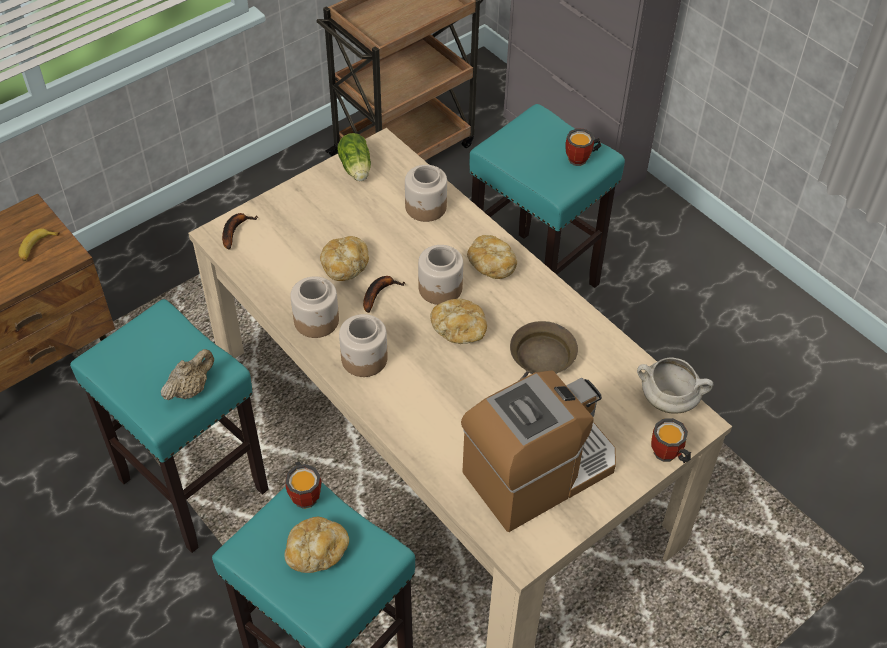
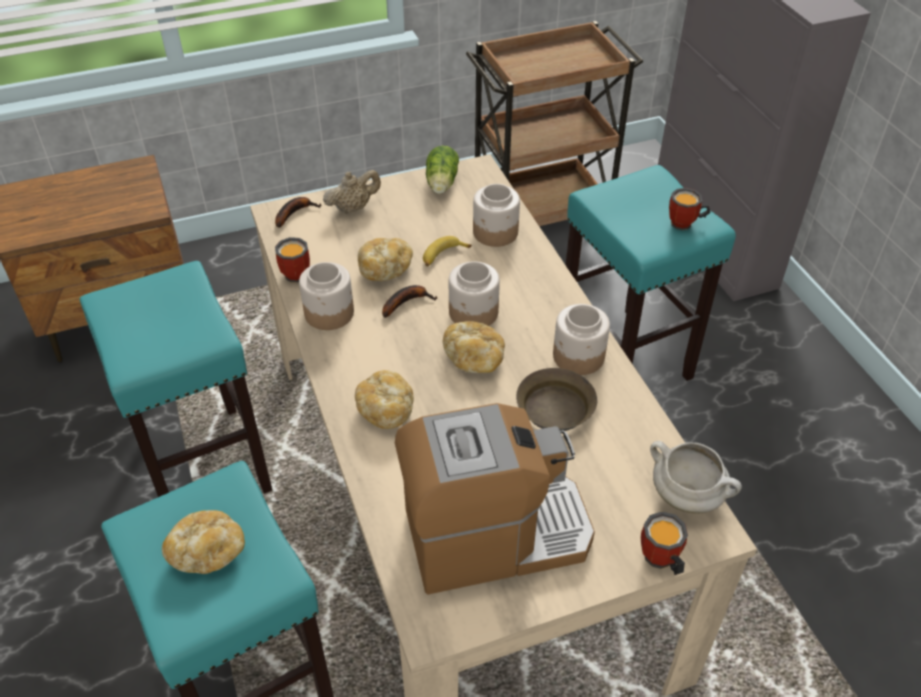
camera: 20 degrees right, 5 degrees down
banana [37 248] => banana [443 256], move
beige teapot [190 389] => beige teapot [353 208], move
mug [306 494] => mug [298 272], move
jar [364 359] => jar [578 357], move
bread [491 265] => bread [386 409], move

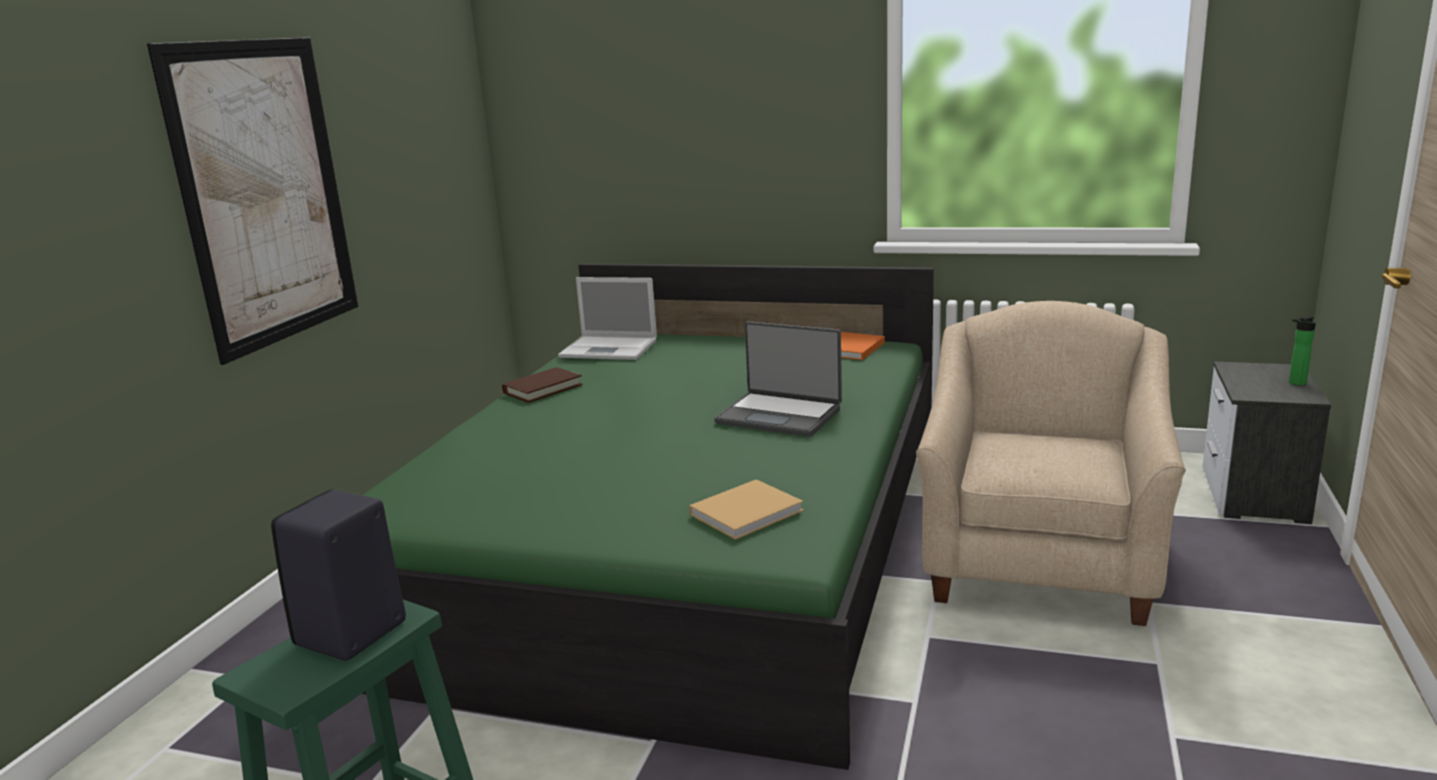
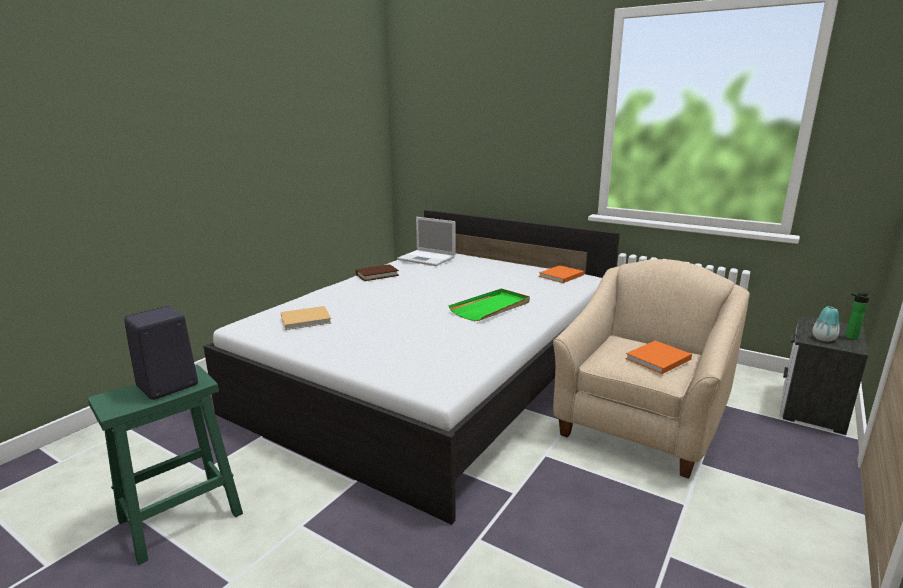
camera: 15 degrees right, 0 degrees up
picture [265 193] => nothing
green bed [683 547] => white bed [435 375]
beige book [749 511] => beige book [307 319], move
laptop [780 415] => green tray [491 307]
nothing => orange book [657 359]
nothing => vase [823 339]

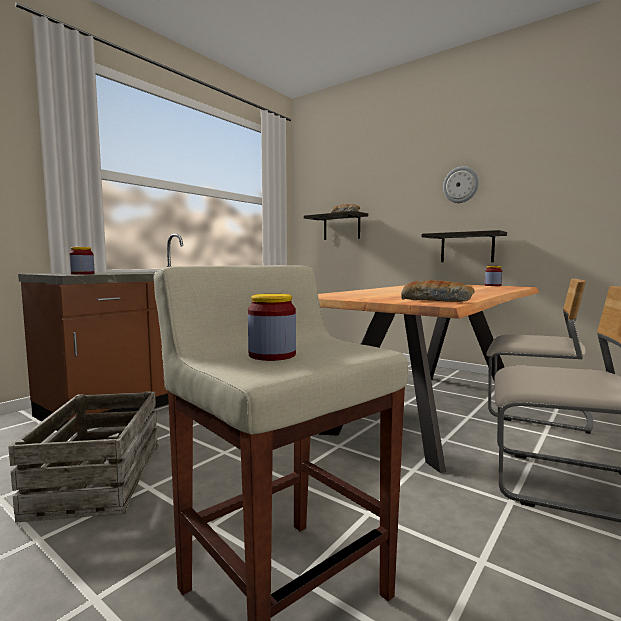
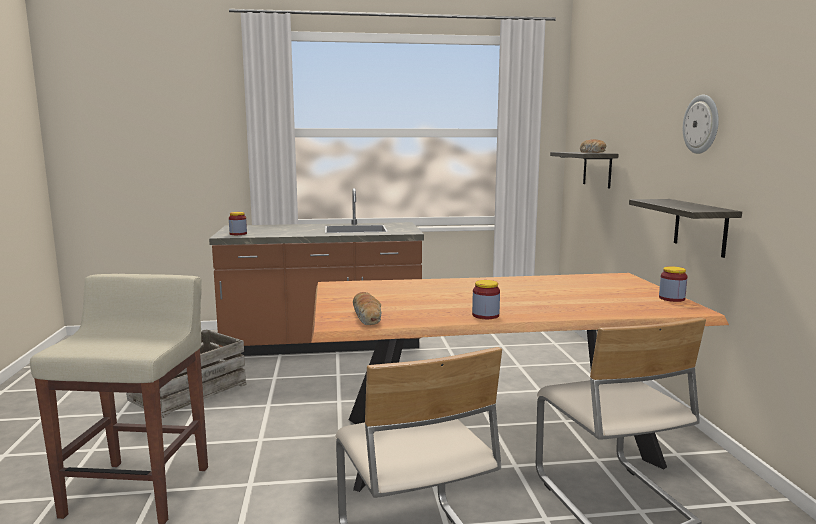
camera: 45 degrees right, 5 degrees up
jar [272 355] => jar [485 315], move

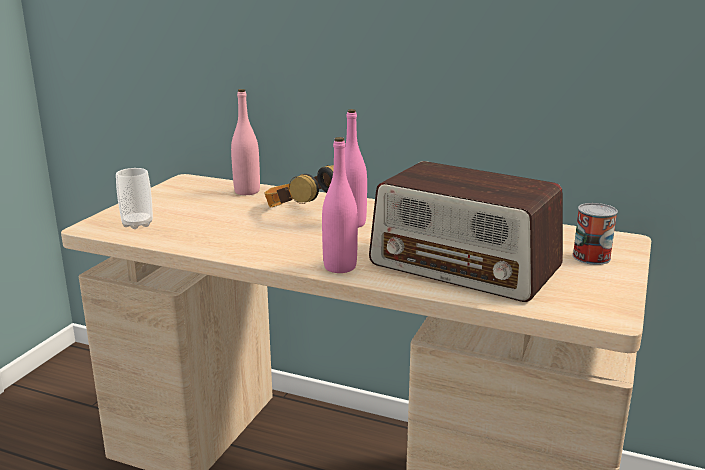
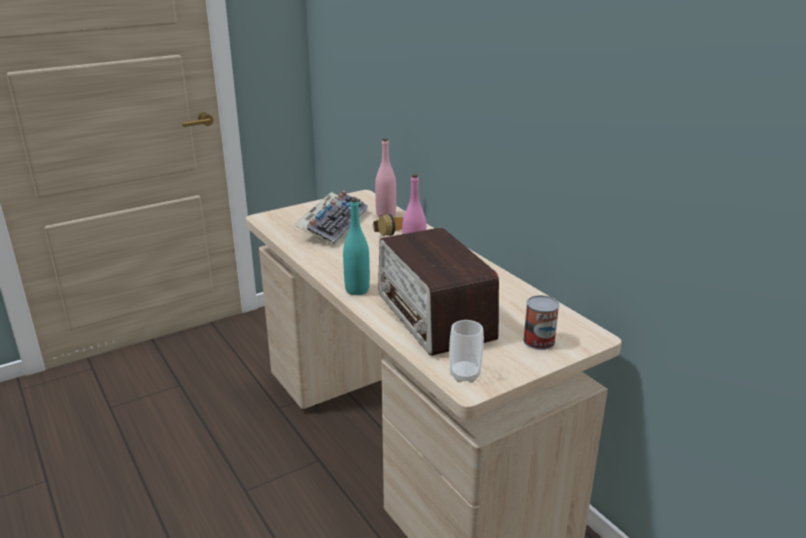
camera: 35 degrees right, 5 degrees up
cup [137 224] => cup [465 375], move
pink bottle [340 267] => turquoise bottle [357 290]
nothing => keyboard [333 225]

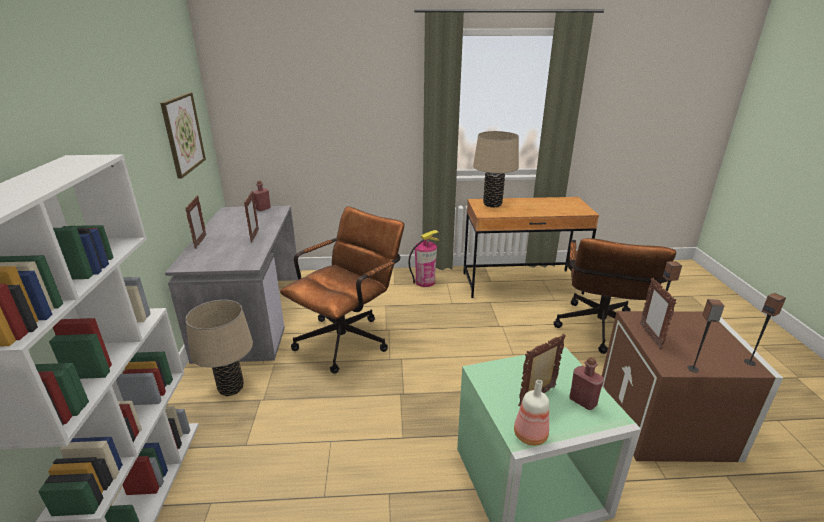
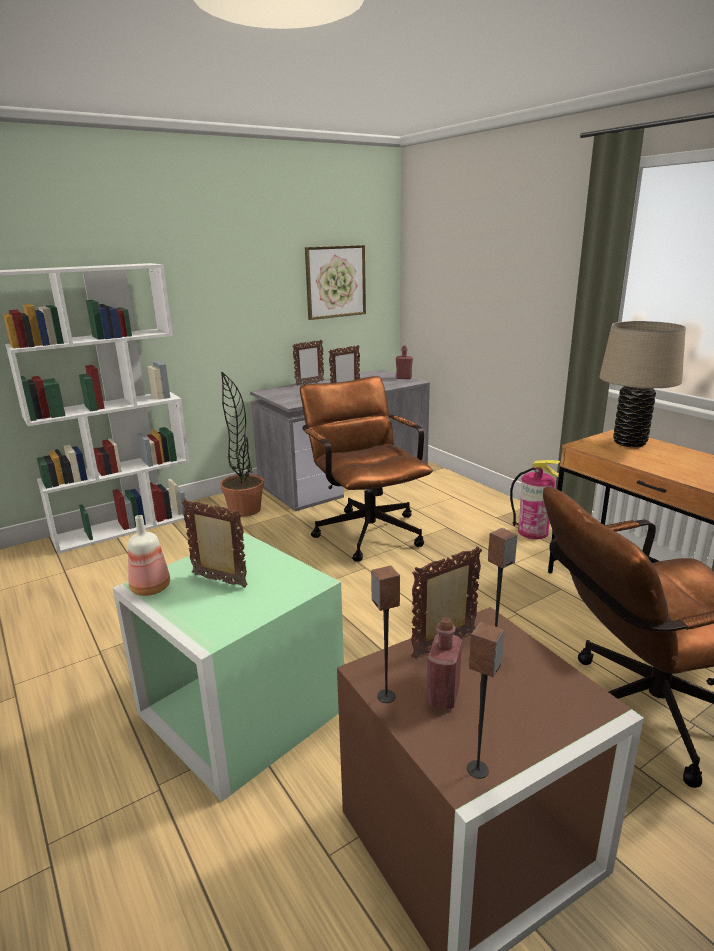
camera: 60 degrees right, 5 degrees down
beige table lamp [231 388] => potted plant [244 510]
brown office chair [348 338] => brown office chair [365 529], 120 degrees counterclockwise
red bottle [582 401] => red bottle [443 695], move

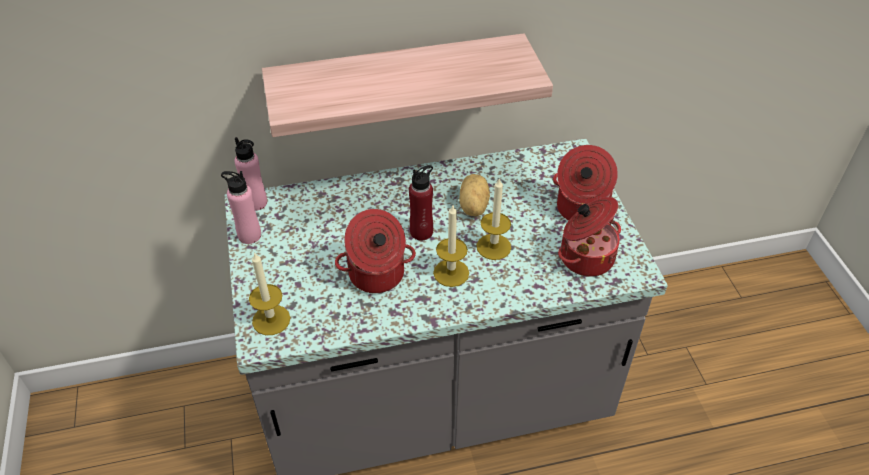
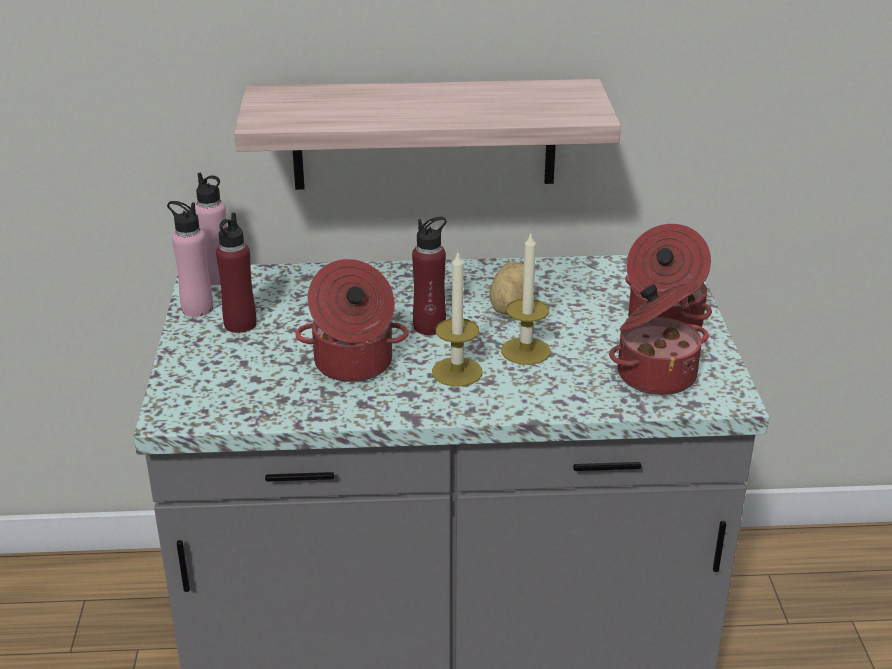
camera: 10 degrees right, 15 degrees down
candle [271 320] => nothing
nothing => red bottle [240 324]

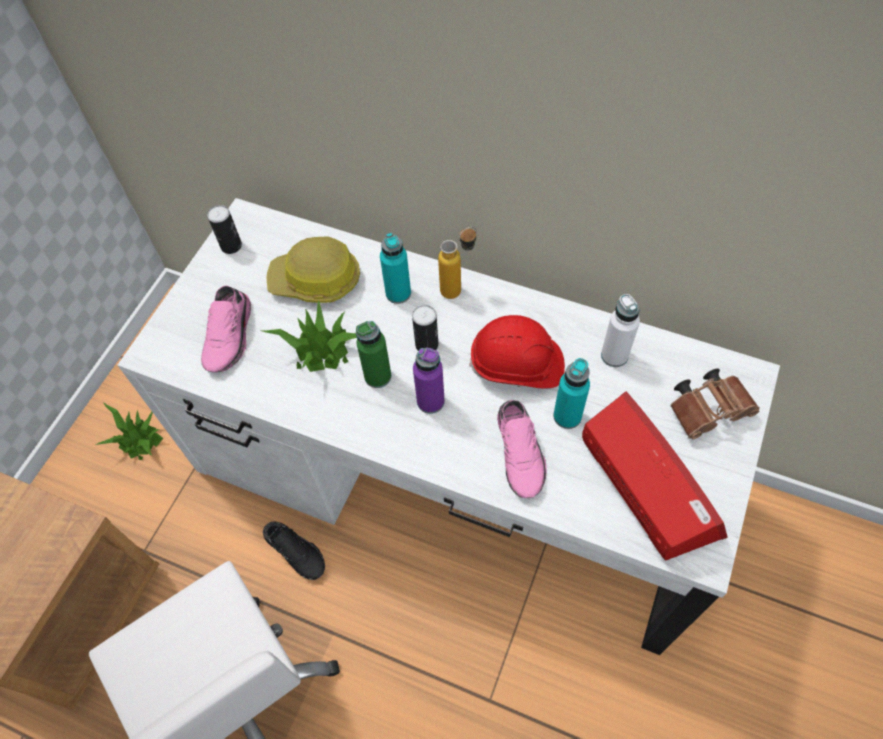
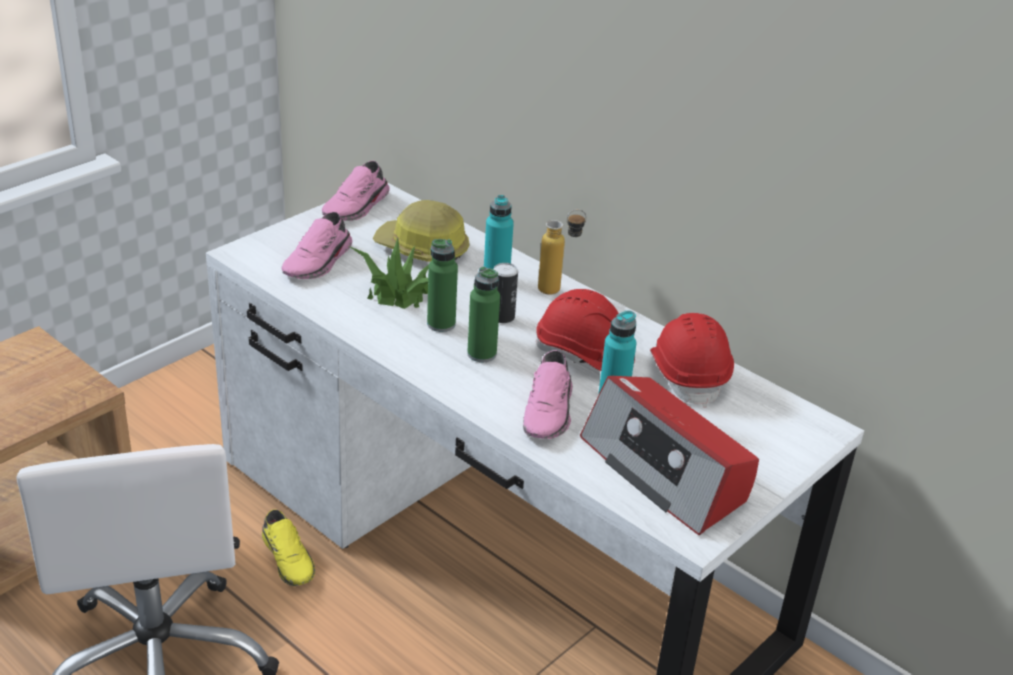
camera: 15 degrees right, 25 degrees down
potted plant [138 438] => nothing
can [231 246] => pink shoe [357 207]
black shoe [296 551] => yellow shoe [289 559]
purple bottle [430 401] => green bottle [481 354]
radio [647 486] => radio [666 471], 150 degrees clockwise
white bottle [614 355] => red hard hat [688 375]
brown binoculars [710 409] => nothing

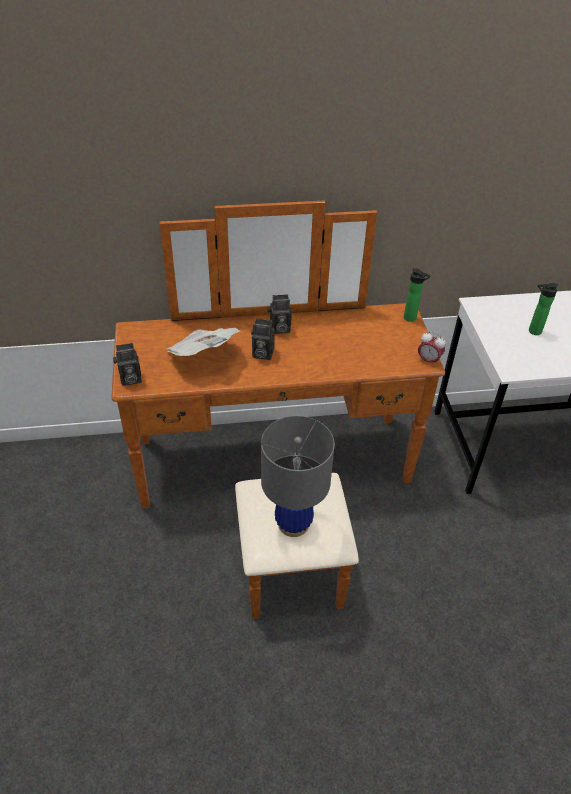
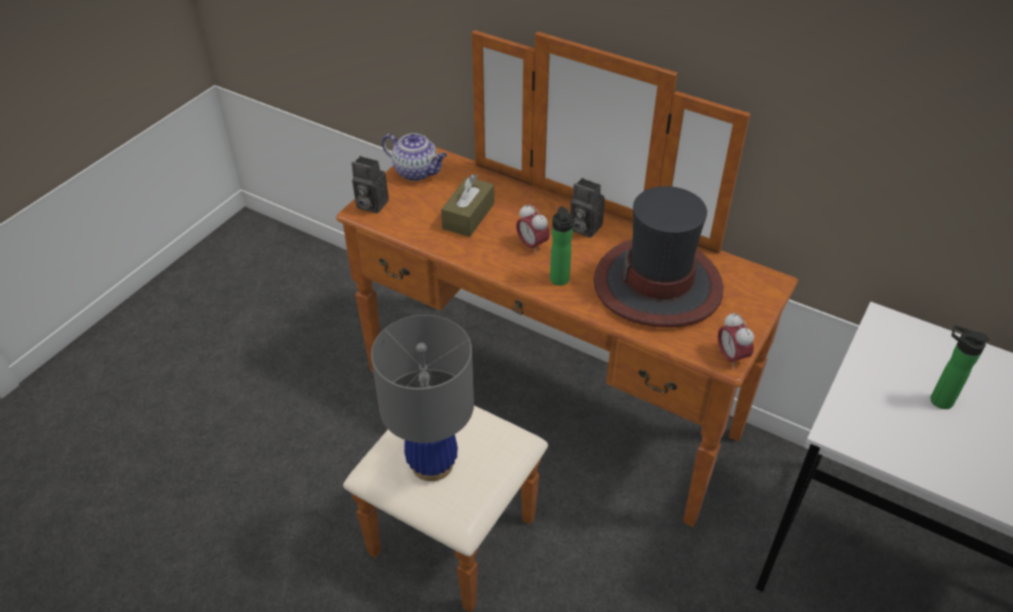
camera: 40 degrees right, 0 degrees up
newspaper [203 355] => brown tissue box [468 216]
photo camera [261 354] => alarm clock [532 245]
bottle [411 318] => bottle [560 281], move
nothing => teapot [417 172]
nothing => hat [658 285]

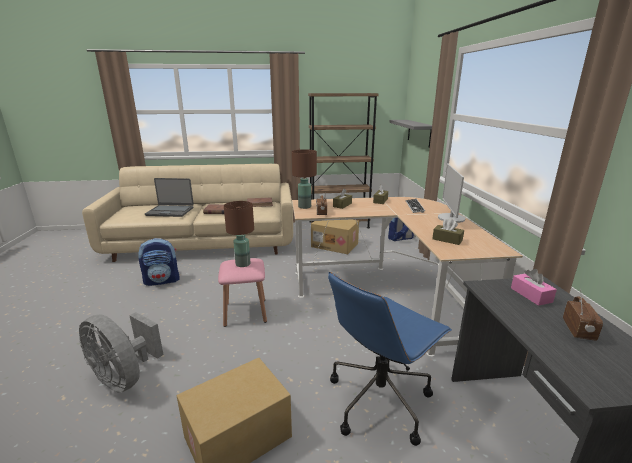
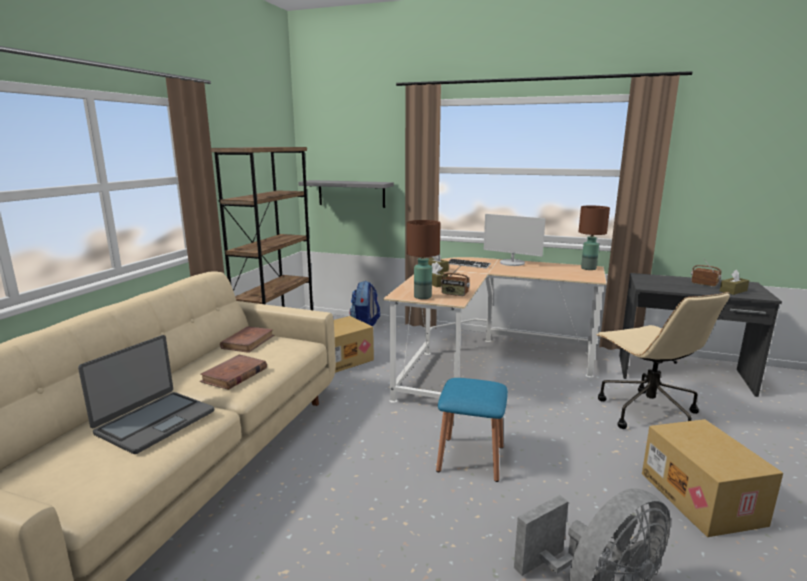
camera: 65 degrees left, 5 degrees down
backpack [162 281] => nothing
pink stool [245 312] => blue stool [470 458]
brown table lamp [243 264] => brown table lamp [588 268], move
blue office chair [380 399] => beige office chair [646 413]
brown tissue box [447 240] => brown tissue box [733 291], move
pink tissue box [531 295] => nothing

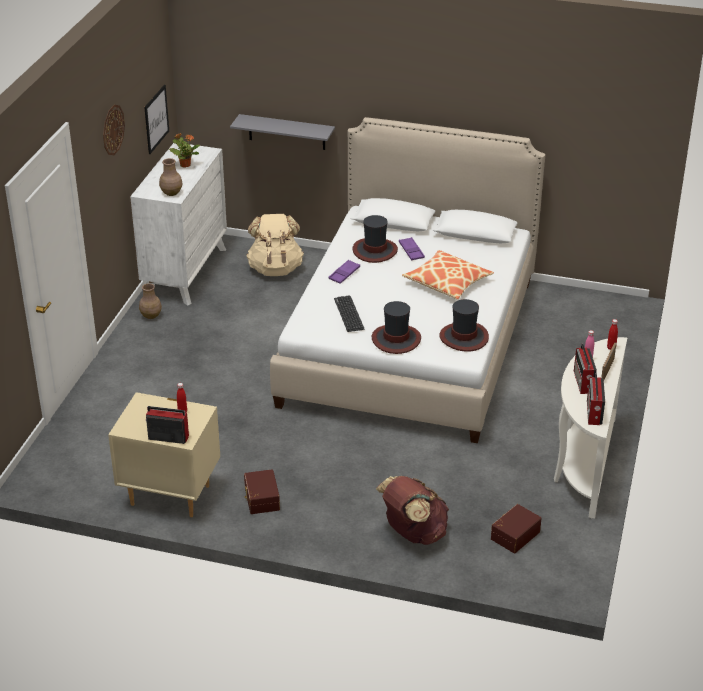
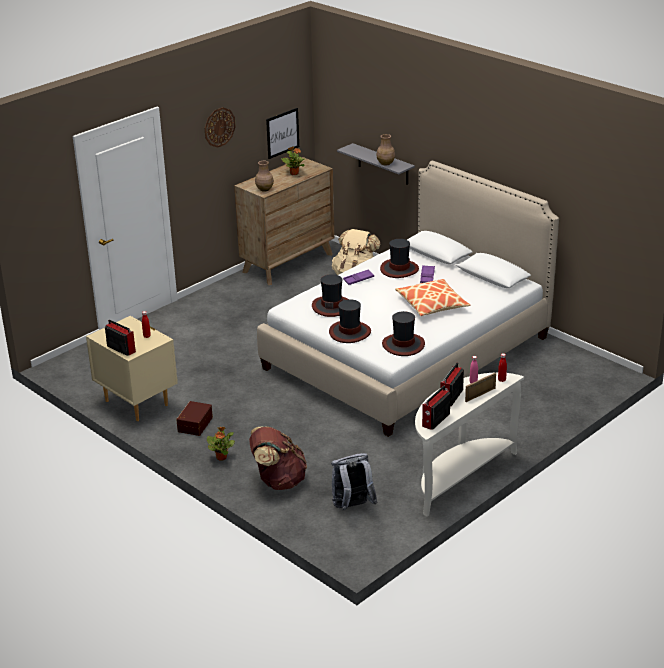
camera: 30 degrees right, 5 degrees down
white dresser [185 272] => brown dresser [288 263]
brown vase [151 315] => brown vase [386 163], move
keyboard [349 314] => hat [332 306]
brown storage box [514 535] => grey backpack [352 507]
nothing => potted plant [221 457]

